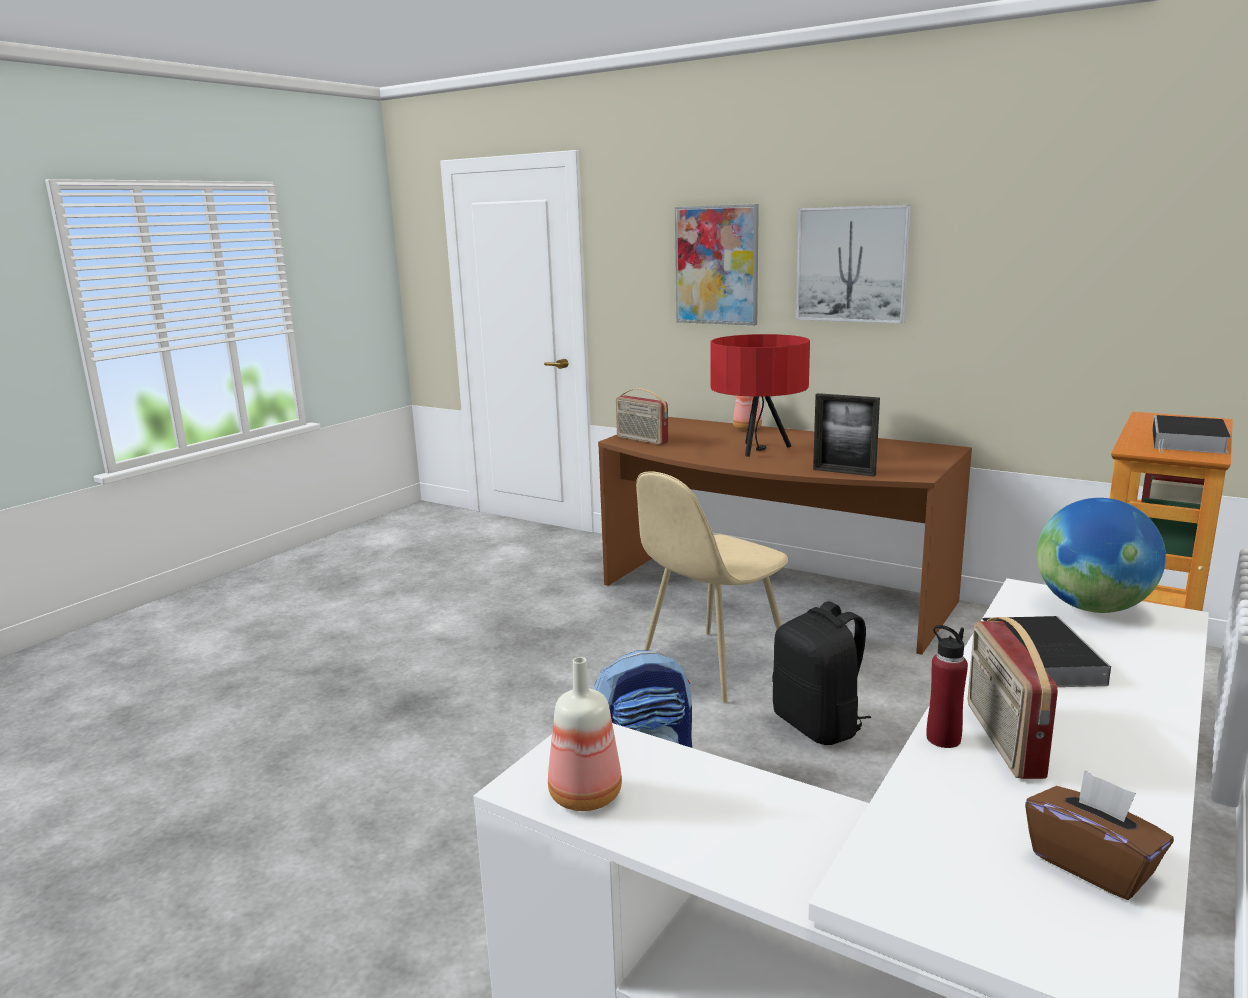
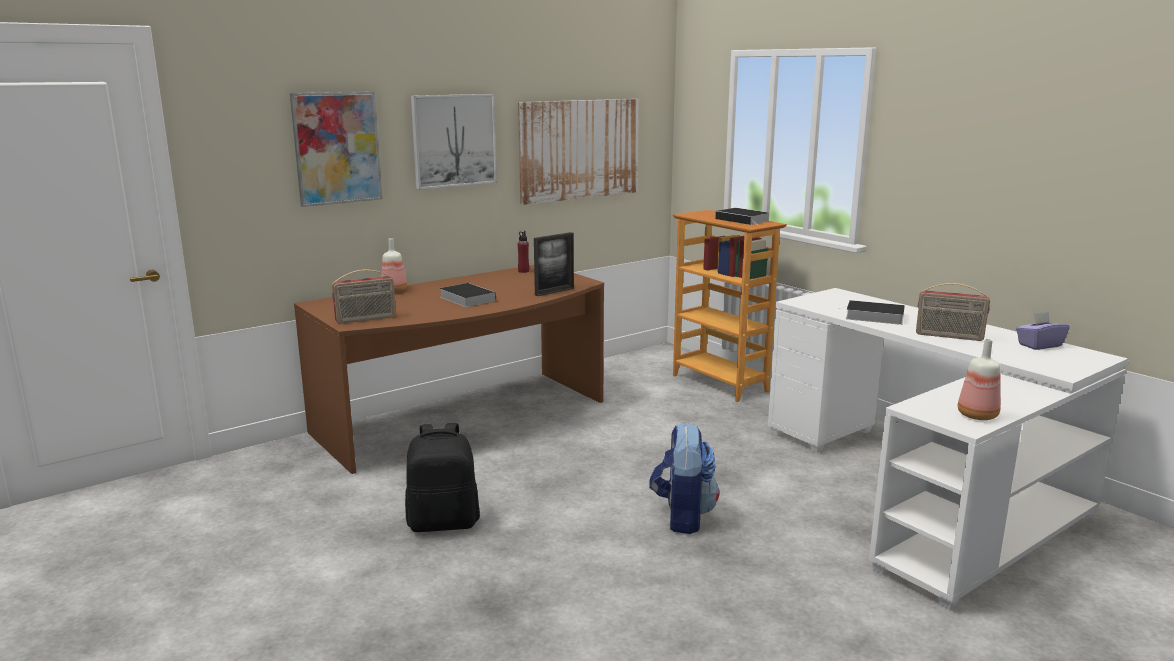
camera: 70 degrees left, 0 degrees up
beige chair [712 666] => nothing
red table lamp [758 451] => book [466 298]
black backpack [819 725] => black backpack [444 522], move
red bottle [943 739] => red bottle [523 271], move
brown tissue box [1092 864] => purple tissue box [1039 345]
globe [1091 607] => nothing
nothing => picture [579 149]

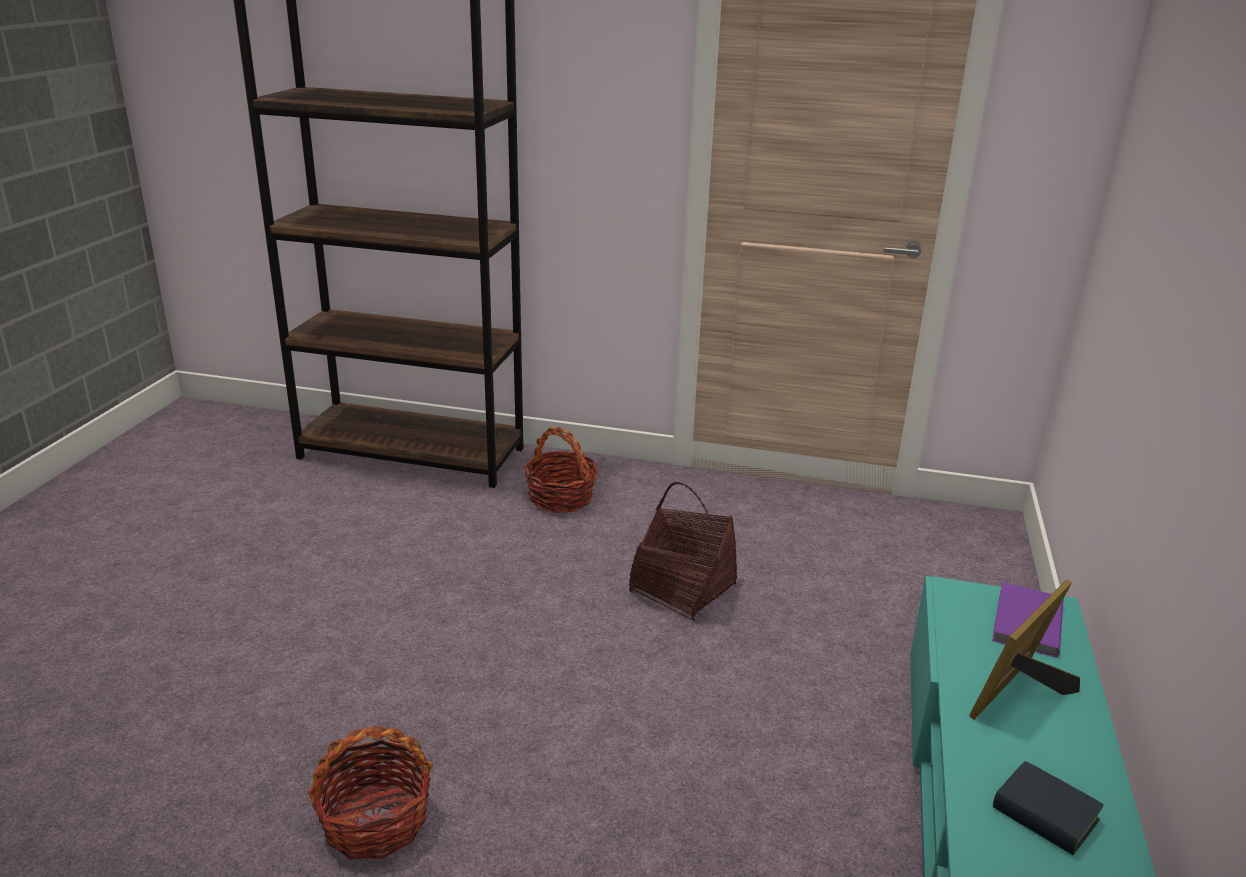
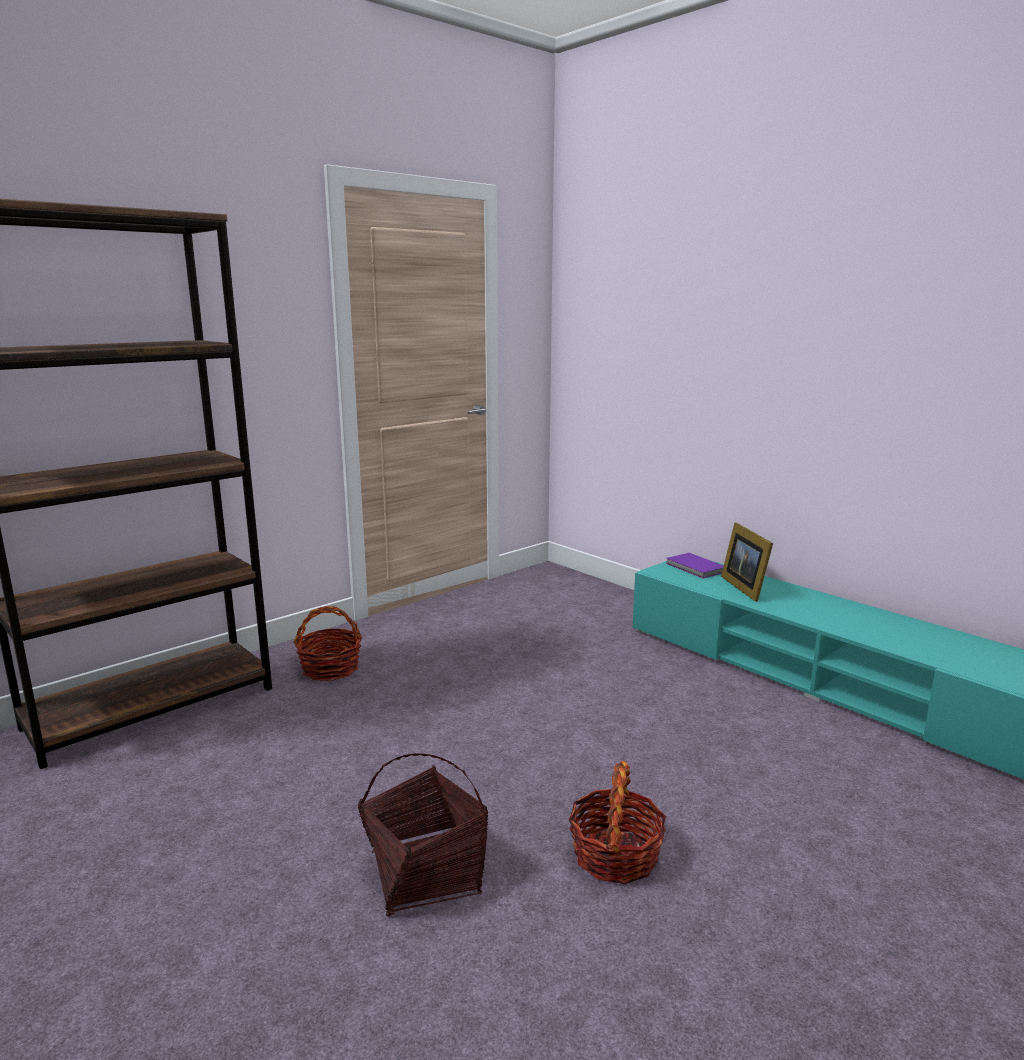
camera: 55 degrees left, 10 degrees down
basket [682 588] => basket [424 873], move
book [1044 815] => nothing

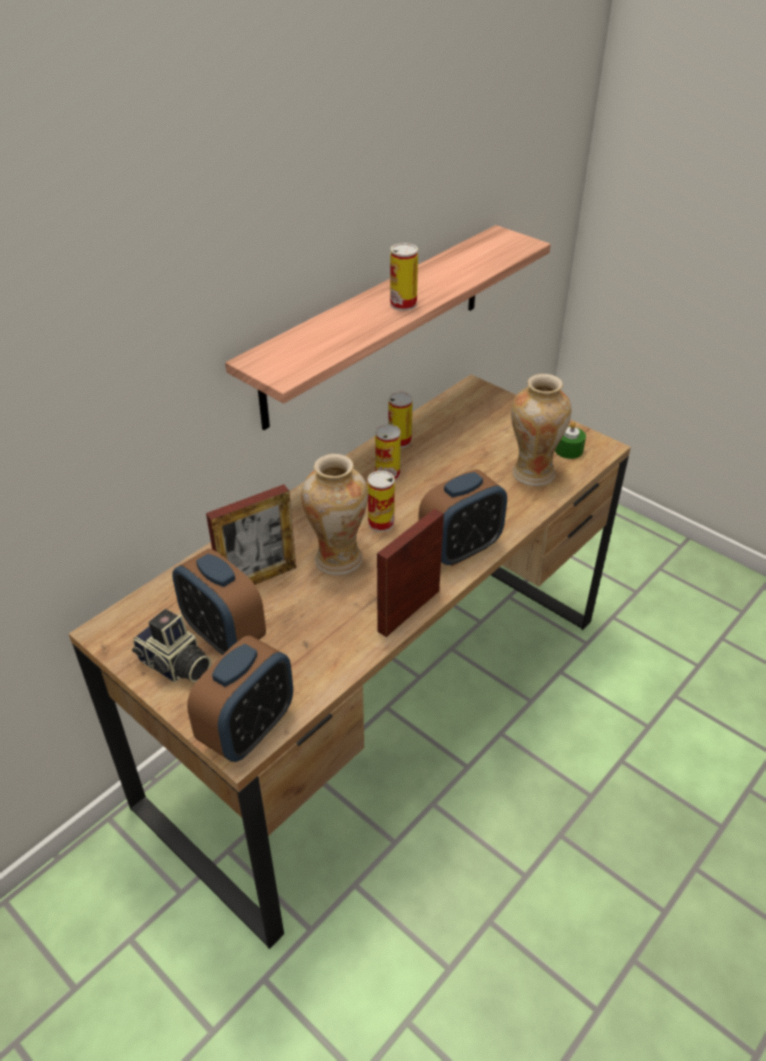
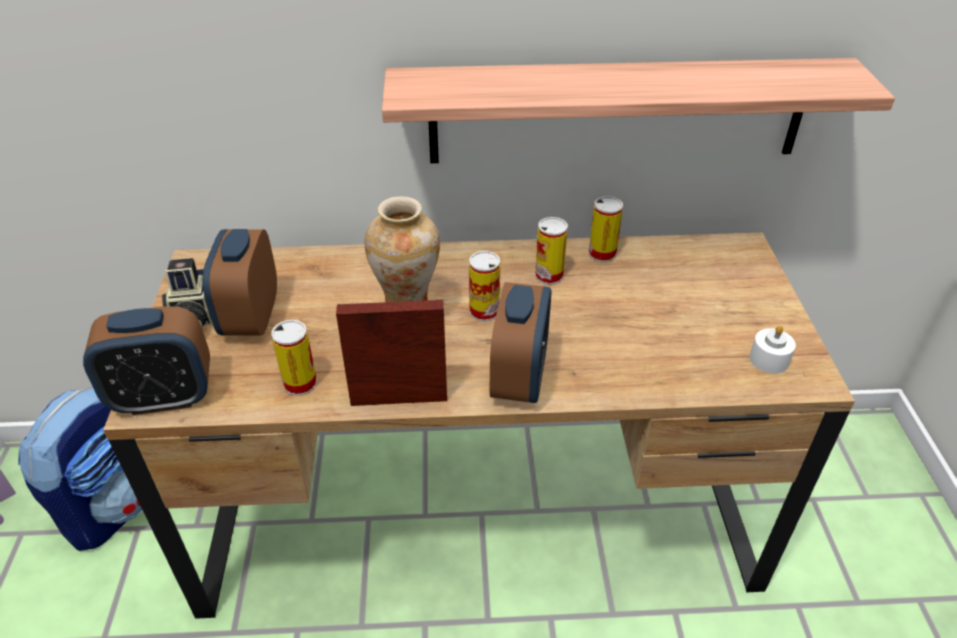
camera: 45 degrees right, 0 degrees up
picture frame [258 579] => nothing
can [403 304] => can [300 383], move
alarm clock [460 549] => alarm clock [519 378], 90 degrees counterclockwise
vase [532 473] => nothing
green candle [568 450] => white candle [769 360]
nothing => backpack [116 504]

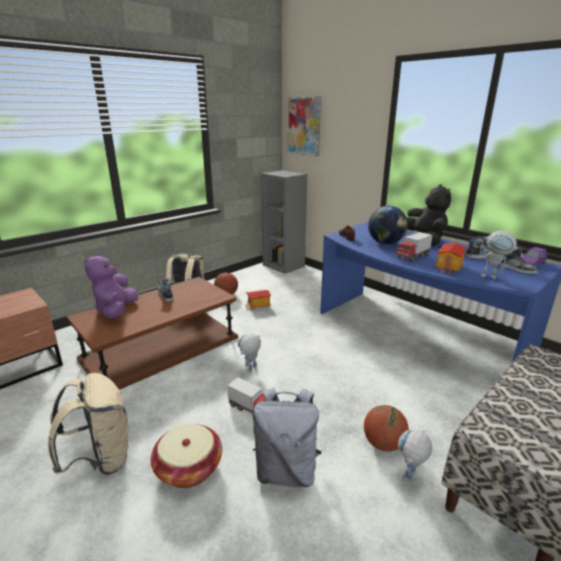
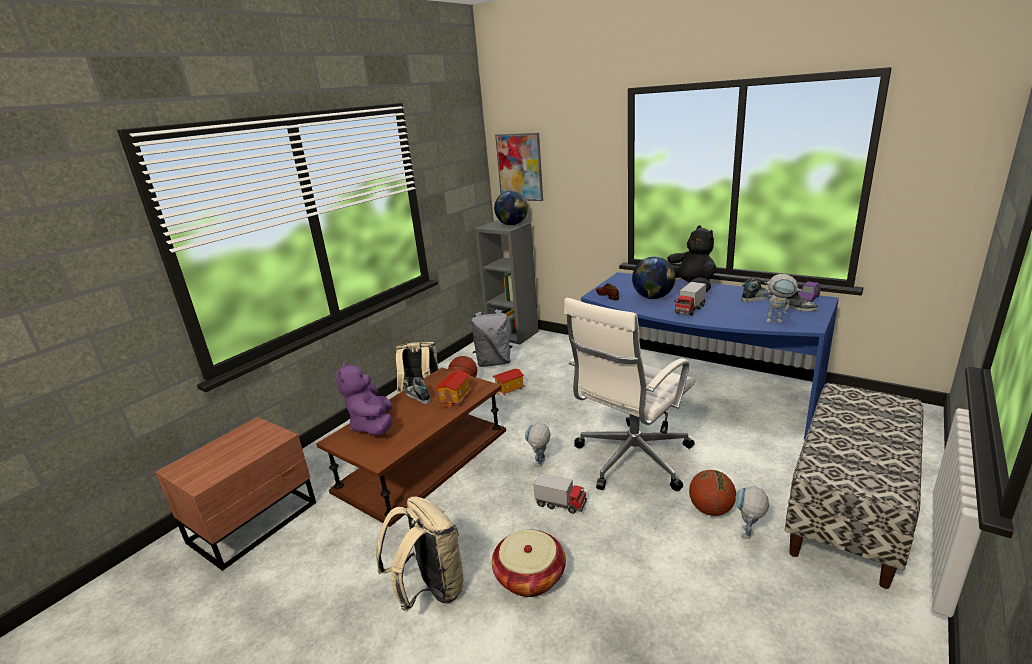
camera: 10 degrees left, 0 degrees up
grey backpack [286 470] => grey backpack [494 362], move
toy house [449 267] => toy house [456 398], move
nothing => globe [512 224]
nothing => white office chair [631 460]

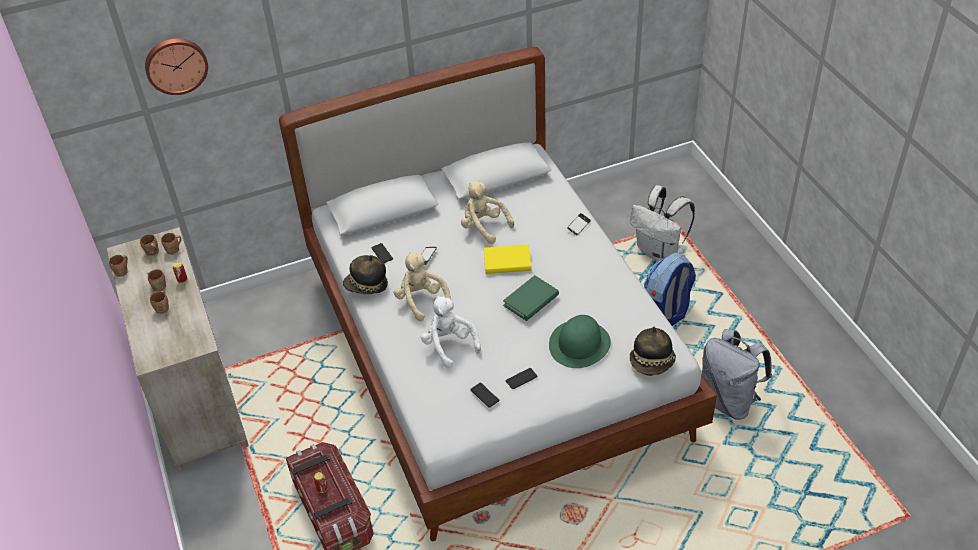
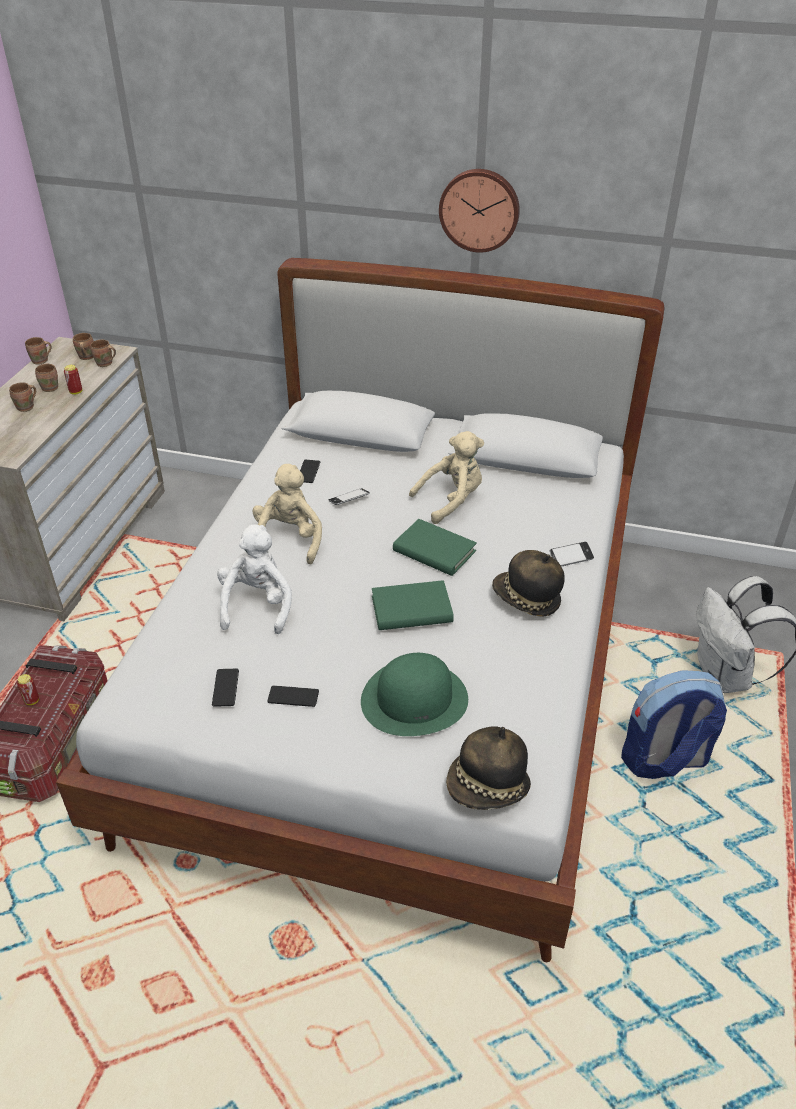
camera: 35 degrees right, 5 degrees down
wall clock [176 65] => wall clock [479 209], move
hat [366 286] => hat [526 599], move
beige plush toy [484 227] => beige plush toy [451 500], 75 degrees clockwise
yellow book [507 262] => green book [434 551]
grey backpack [728 400] => nothing

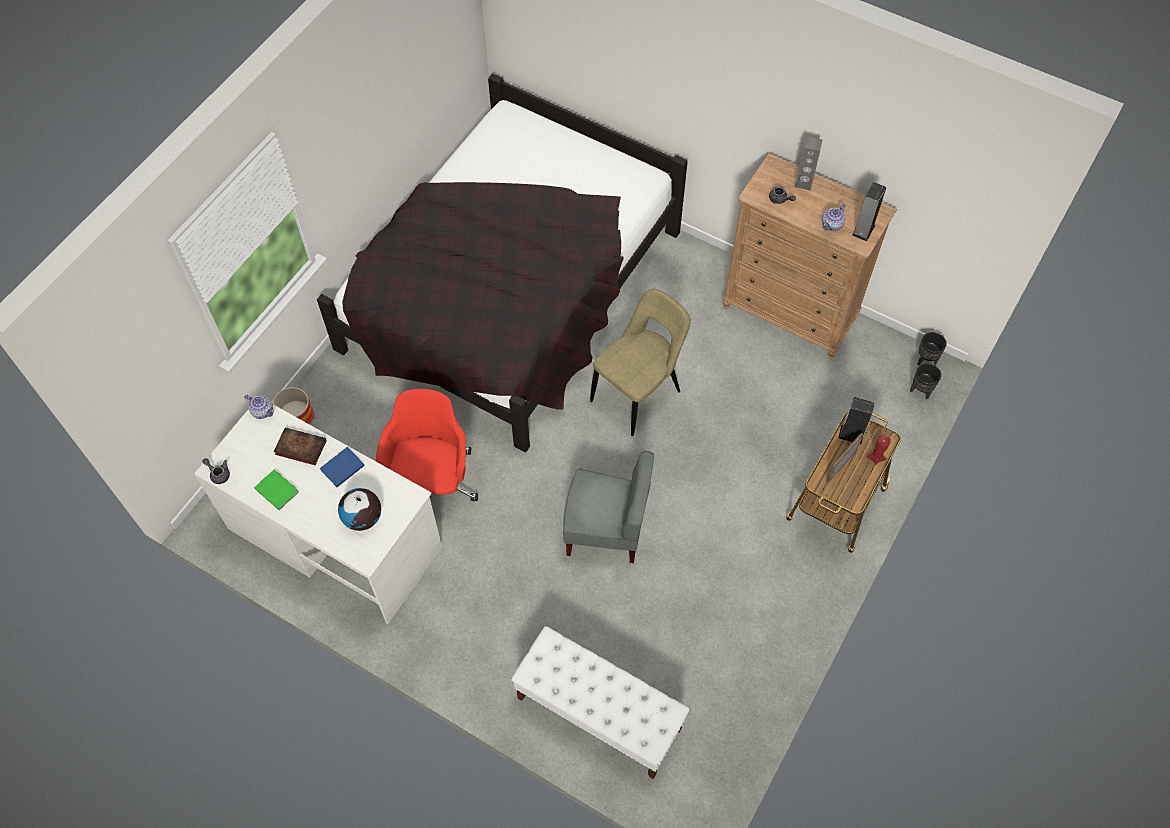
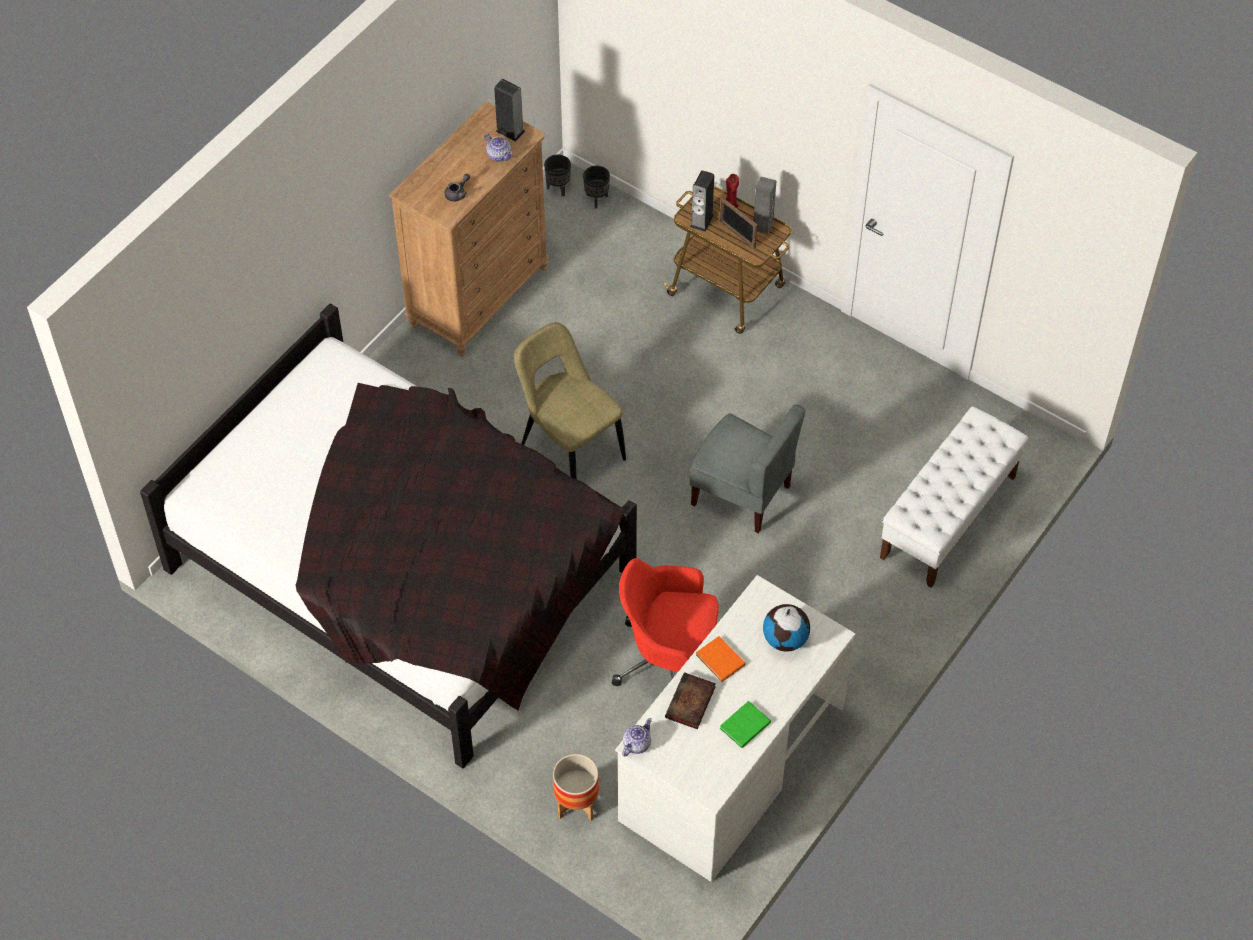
camera: 85 degrees left, 5 degrees down
grey teapot [218 474] => nothing
blue book [341 468] => orange book [720 661]
grey chair [606 531] => grey chair [742 494], 105 degrees clockwise
grey speaker [803 183] => grey speaker [763 226], move

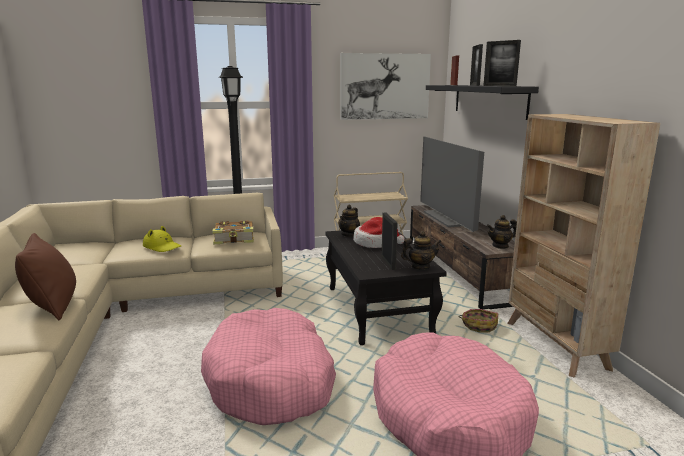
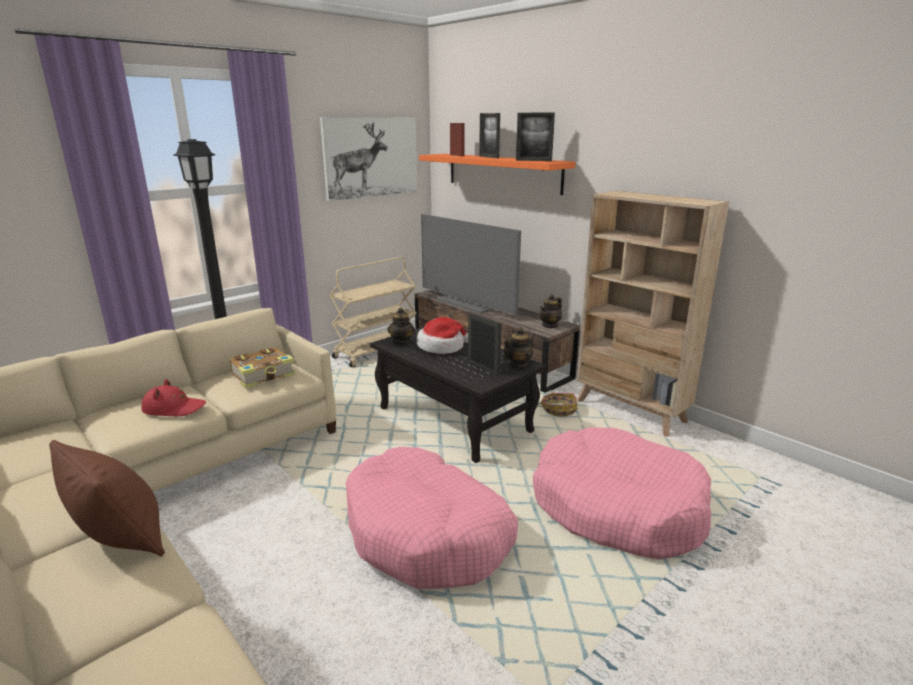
camera: 30 degrees left, 5 degrees up
yellow hat [162 247] => red hat [174 408]
black shelf [488 100] => orange shelf [503 172]

